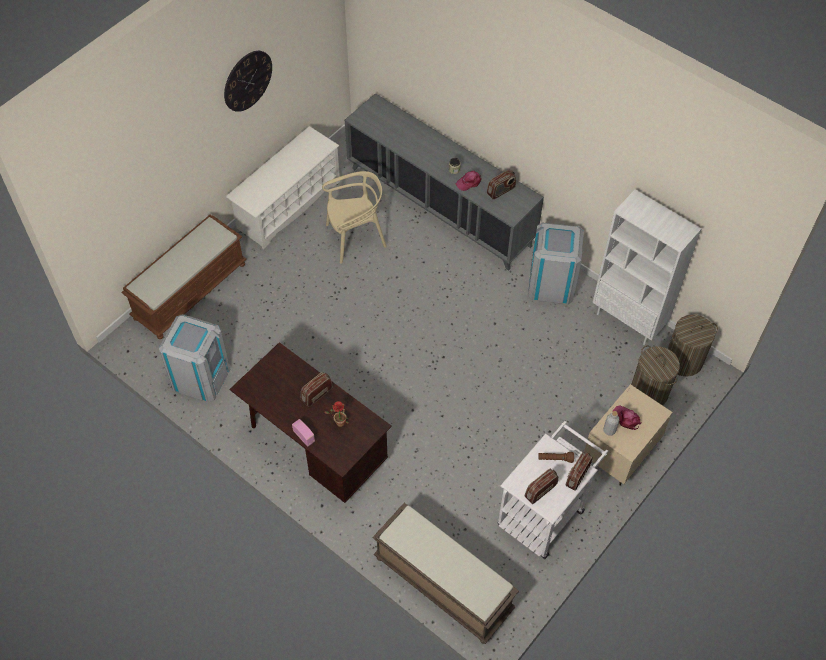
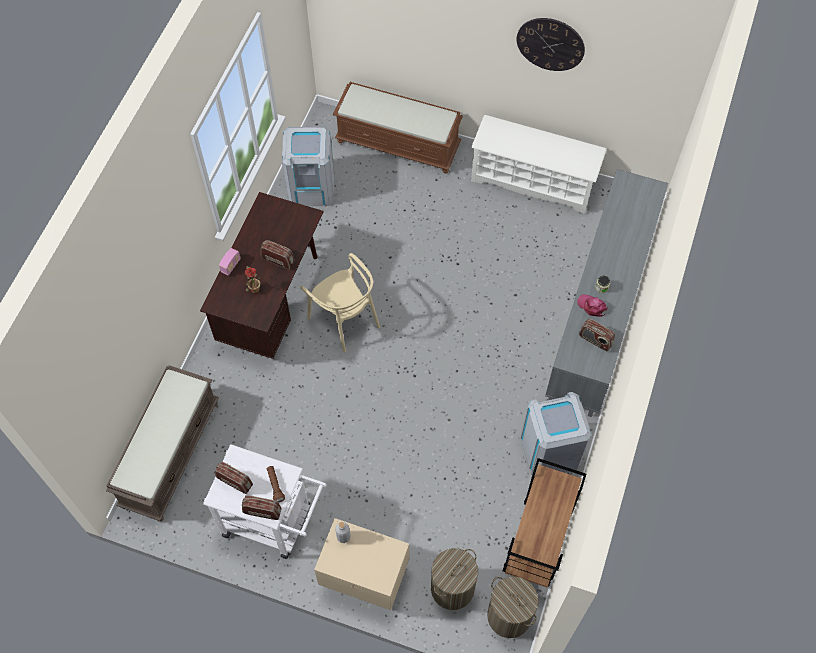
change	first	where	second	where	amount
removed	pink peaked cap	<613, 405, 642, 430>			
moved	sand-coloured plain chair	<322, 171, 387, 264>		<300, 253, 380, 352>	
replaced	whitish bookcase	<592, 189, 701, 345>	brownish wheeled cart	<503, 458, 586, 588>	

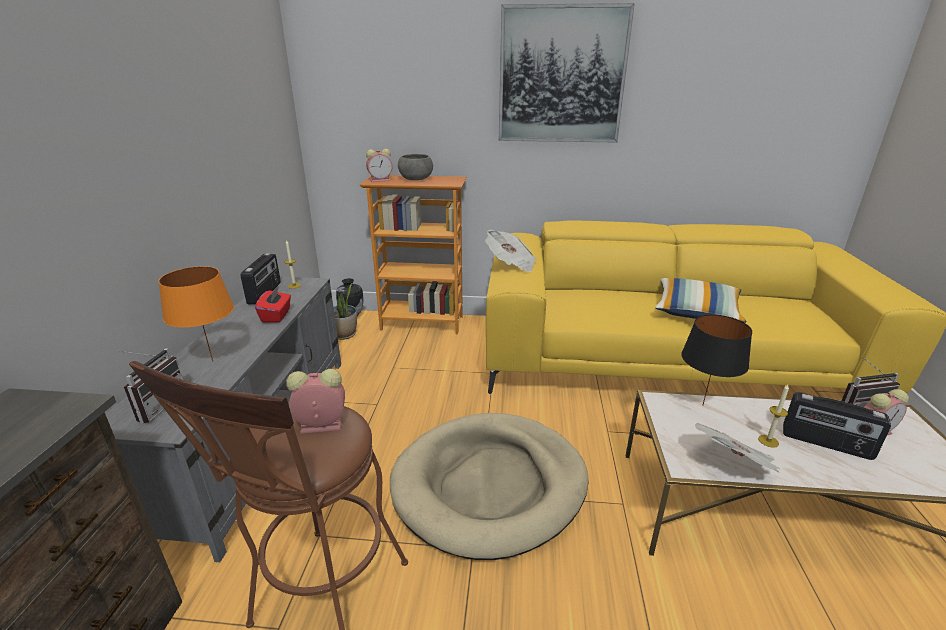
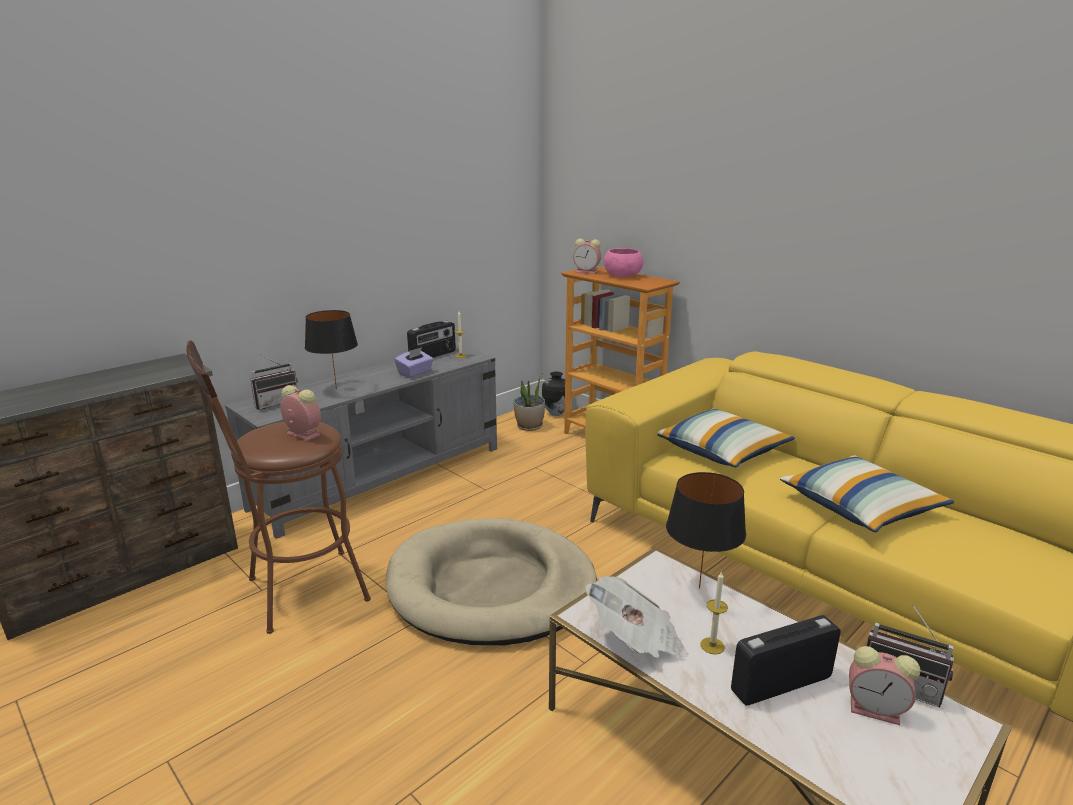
change	first	where	second	where	amount
removed	daily paper	<485, 230, 537, 272>			
removed	wall picture	<499, 3, 635, 142>			
added			pillow	<658, 409, 795, 467>	
recoloured	orange-coloured tabletop lamp	<158, 266, 234, 362>	black tabletop lamp	<305, 310, 358, 390>	
recoloured	red tissue box	<255, 287, 291, 323>	purple tissue box	<394, 347, 434, 378>	
recoloured	greyish serving bowl	<398, 154, 433, 180>	pink serving bowl	<604, 248, 643, 277>	
turned	radio	<783, 392, 891, 460>		<731, 615, 841, 706>	90 degrees clockwise

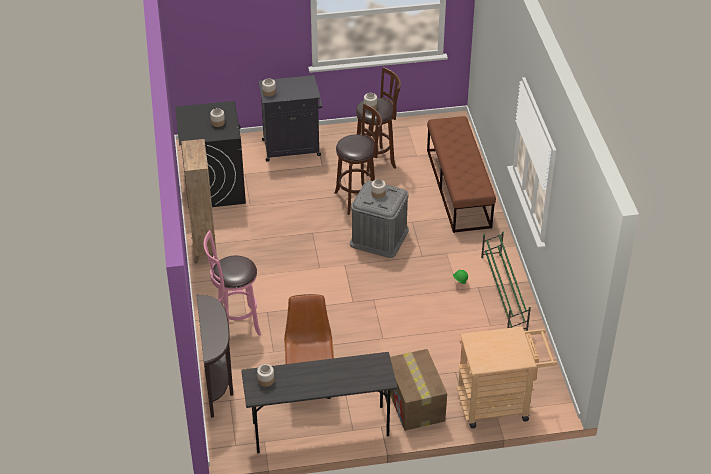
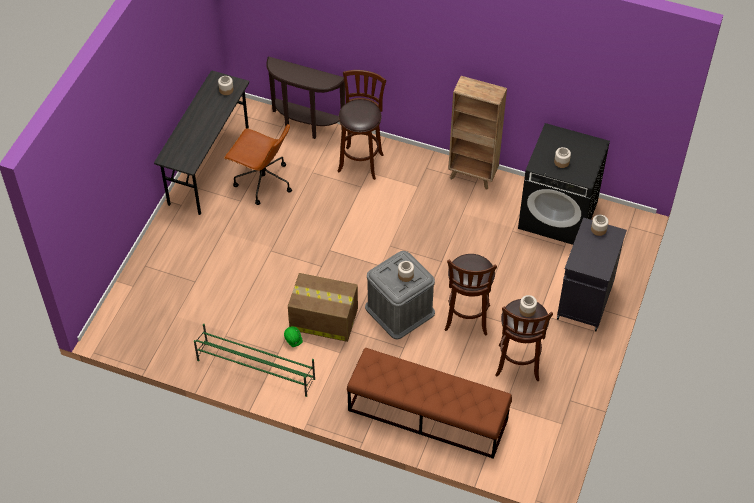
change	first	where	second	where	amount
removed	sand-coloured wheeled cart	<457, 326, 557, 428>			
moved	packing box	<390, 349, 447, 431>		<288, 273, 358, 342>	
recoloured	pink stool seat	<204, 230, 261, 335>	brownish stool seat	<337, 70, 386, 180>	

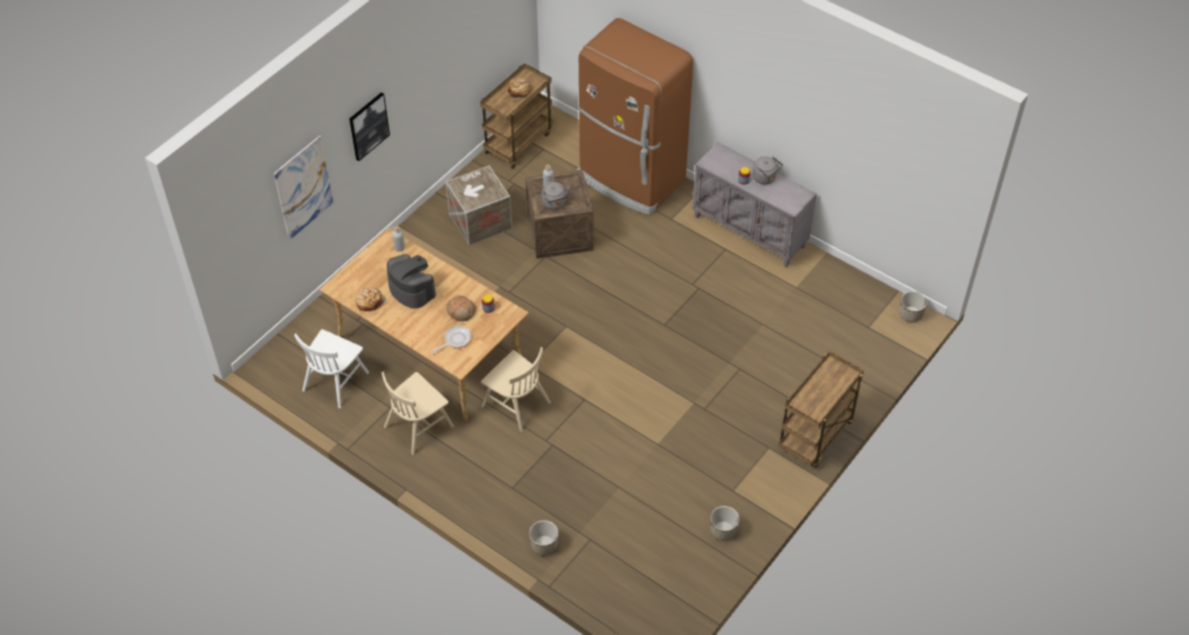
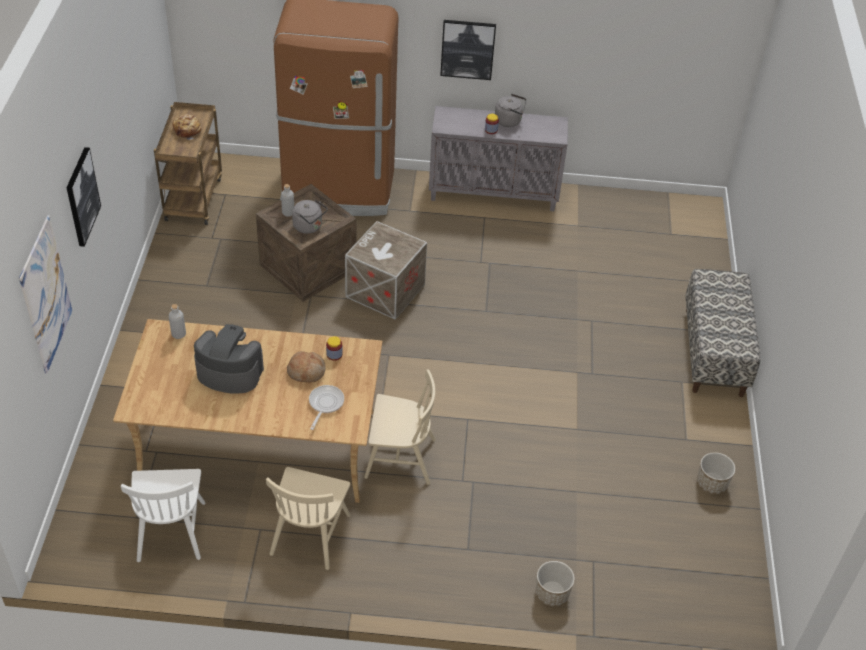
change	first	where	second	where	amount
removed	bakery bread	<355, 288, 387, 312>			
removed	flower pot	<899, 291, 927, 322>			
added			wall picture	<440, 20, 496, 80>	
moved	packing crate	<446, 166, 512, 245>		<345, 221, 427, 320>	
replaced	brownish wheeled cart	<778, 351, 864, 467>	long seat	<685, 269, 760, 397>	

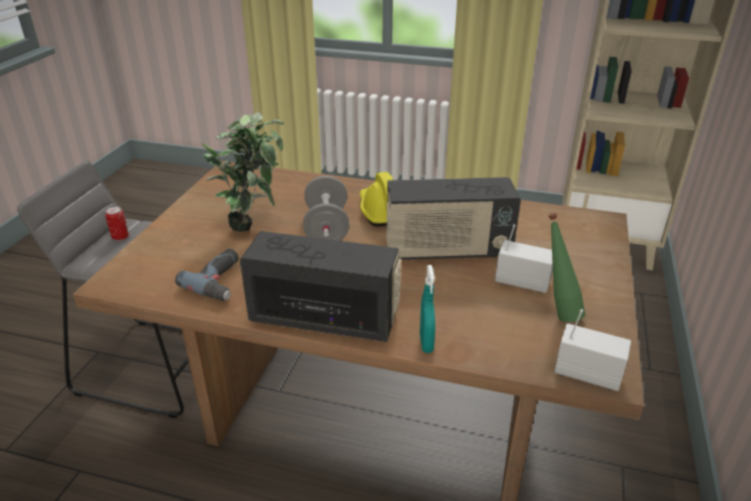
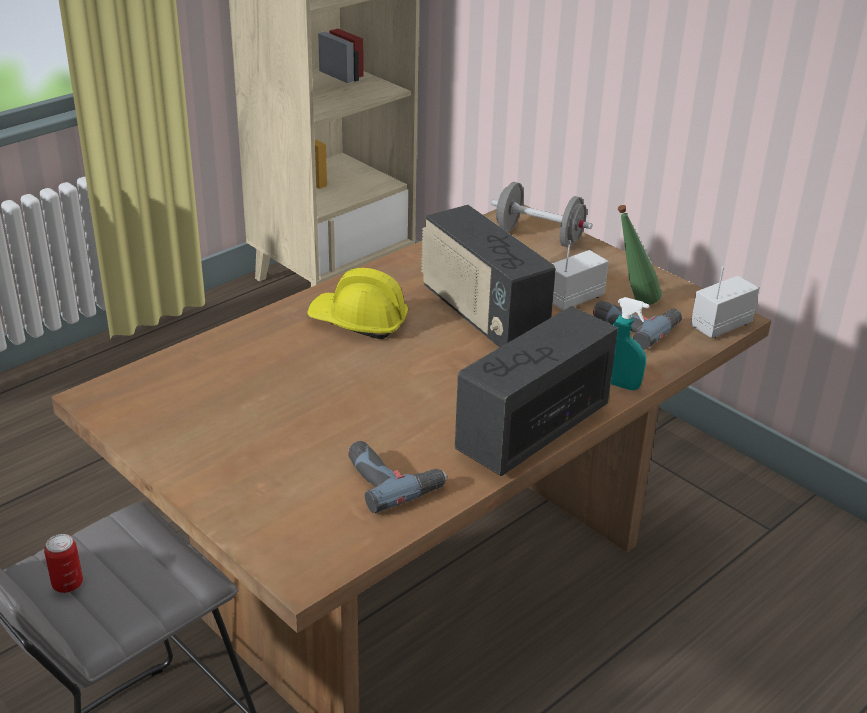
change	first	where	second	where	amount
removed	potted plant	<202, 112, 284, 232>			
added			electric drill	<593, 301, 682, 350>	
moved	greyish dumbbell	<303, 176, 349, 241>		<491, 182, 592, 247>	
turned	radio	<386, 177, 521, 261>		<421, 205, 556, 347>	120 degrees clockwise

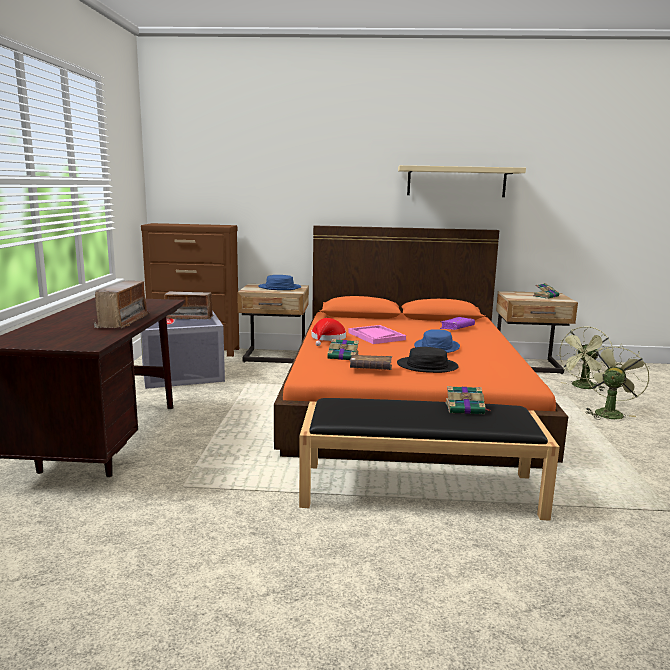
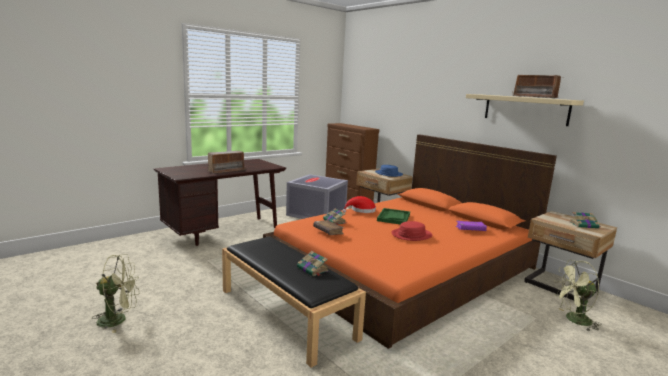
change	first	where	second	where	amount
removed	black hat	<397, 347, 459, 373>			
moved	radio	<165, 291, 213, 320>		<512, 75, 561, 98>	
moved	green cooling fan	<585, 345, 650, 420>		<92, 254, 139, 333>	
recoloured	pink carrying tray	<348, 325, 406, 344>	green carrying tray	<377, 208, 410, 224>	
recoloured	blue-coloured hat	<414, 329, 460, 353>	red hat	<391, 221, 432, 241>	

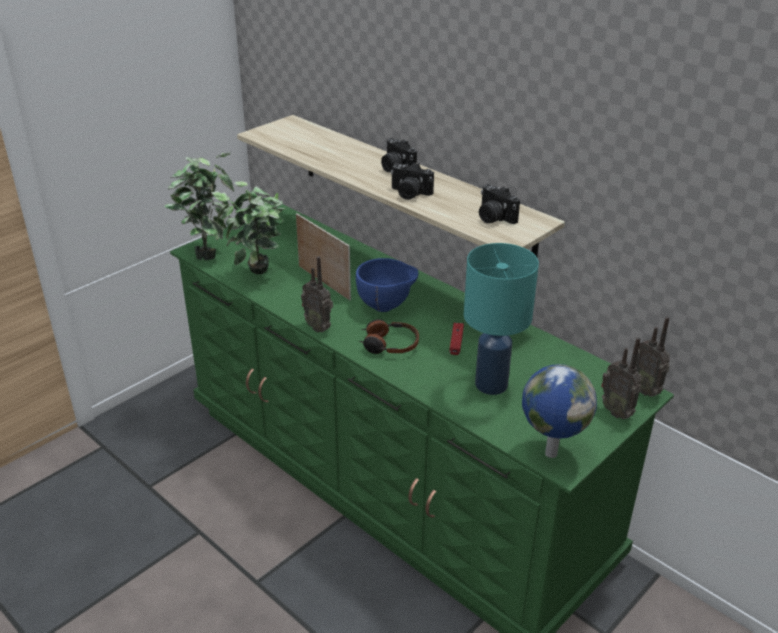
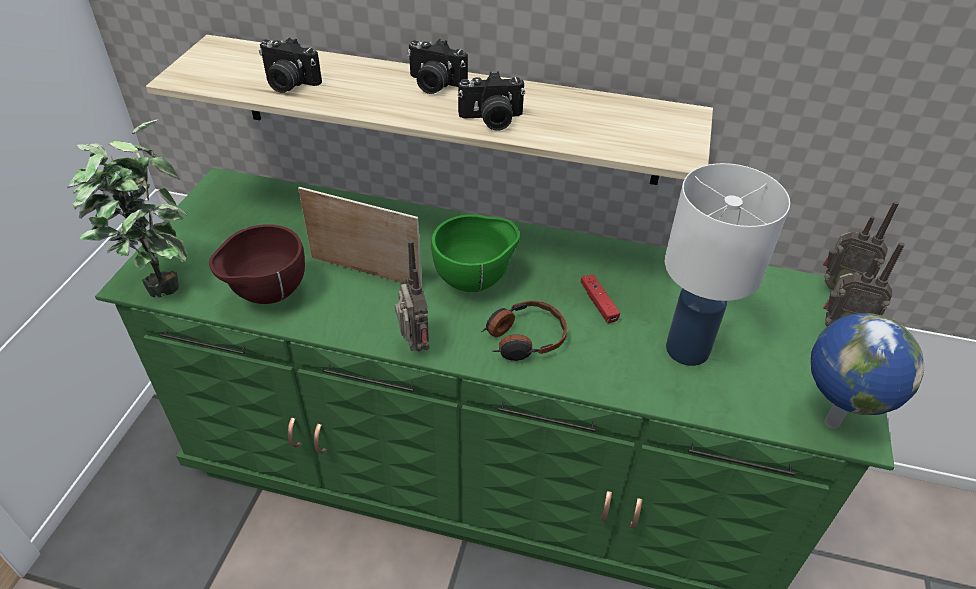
change	first	where	second	where	amount
moved	still camera	<479, 184, 520, 224>		<259, 38, 322, 93>	
replaced	potted plant	<211, 181, 288, 274>	brownish serving bowl	<209, 224, 305, 304>	
recoloured	blue-coloured serving bowl	<356, 258, 418, 312>	green serving bowl	<431, 214, 520, 292>	
recoloured	turquoise tabletop lamp	<464, 243, 539, 395>	whitish tabletop lamp	<664, 163, 790, 366>	
turned	radio	<301, 256, 333, 332>		<395, 240, 429, 351>	120 degrees counterclockwise

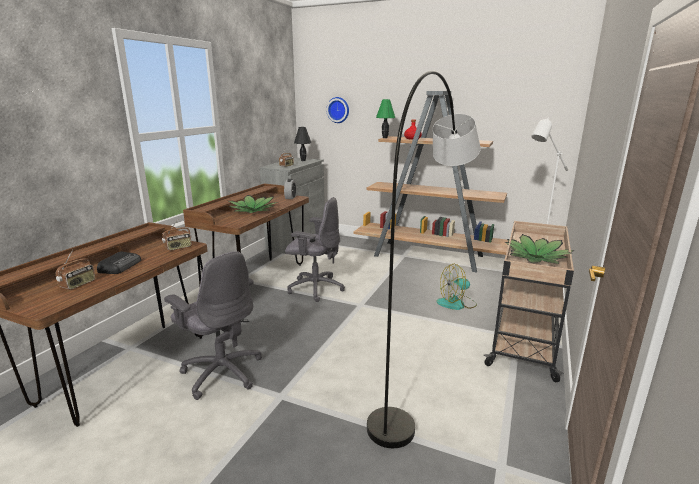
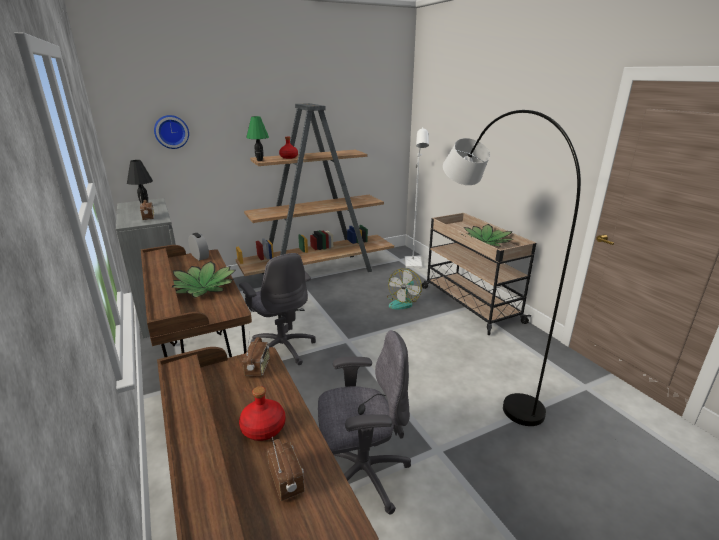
change	first	where	second	where	amount
replaced	radio	<97, 251, 141, 274>	red beverage bottle	<239, 386, 286, 441>	
turned	greyish office chair	<285, 197, 345, 302>		<239, 253, 316, 365>	90 degrees clockwise

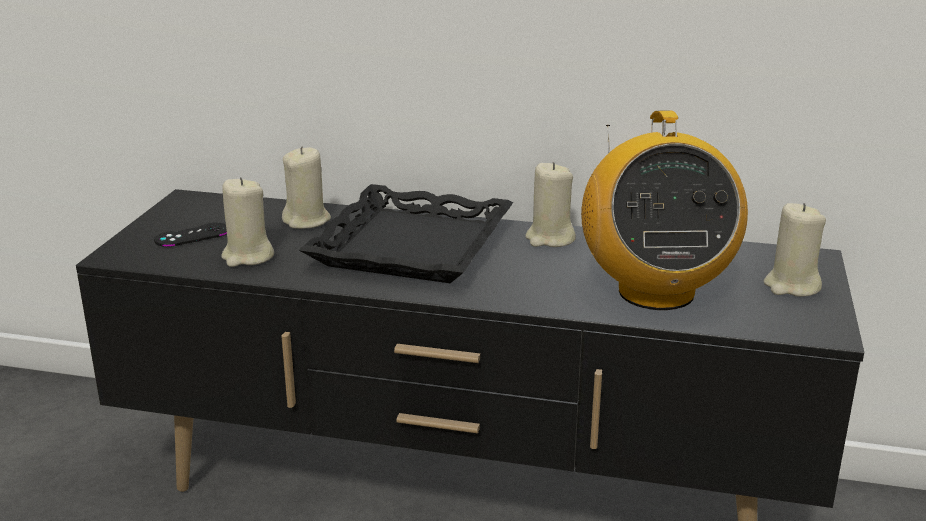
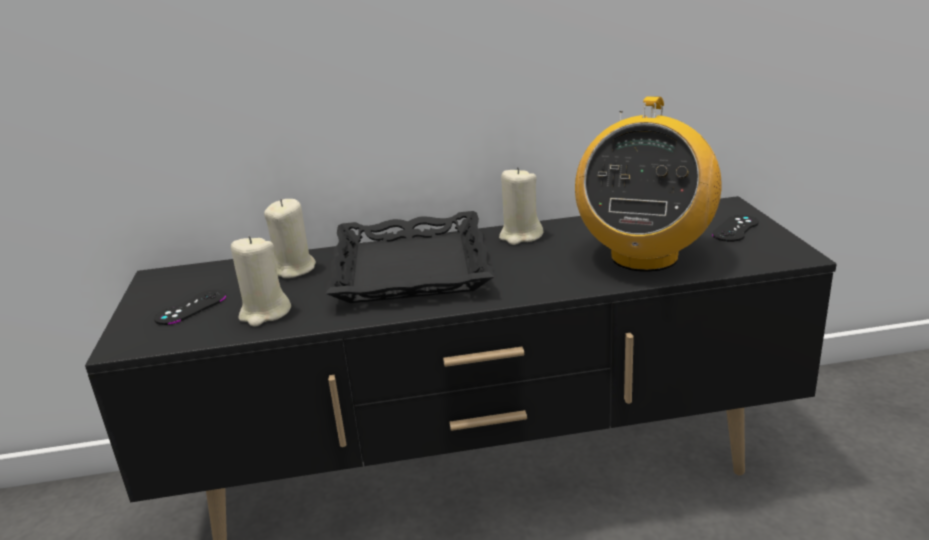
change	first	where	second	where	amount
replaced	sand-coloured wax light	<764, 203, 826, 297>	black gamepad	<712, 215, 759, 242>	
turned	radio	<581, 110, 748, 310>		<575, 96, 722, 272>	45 degrees clockwise

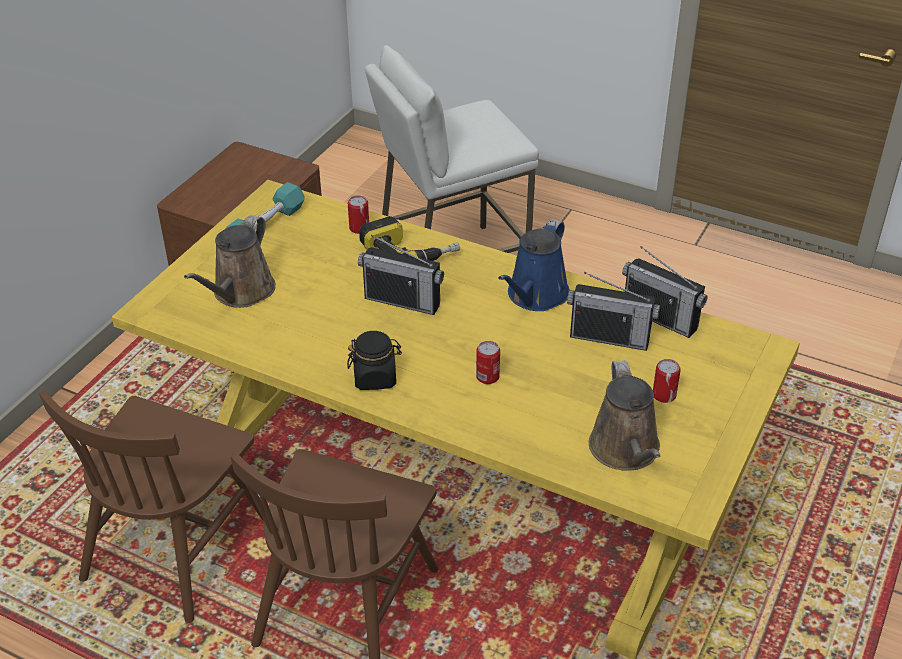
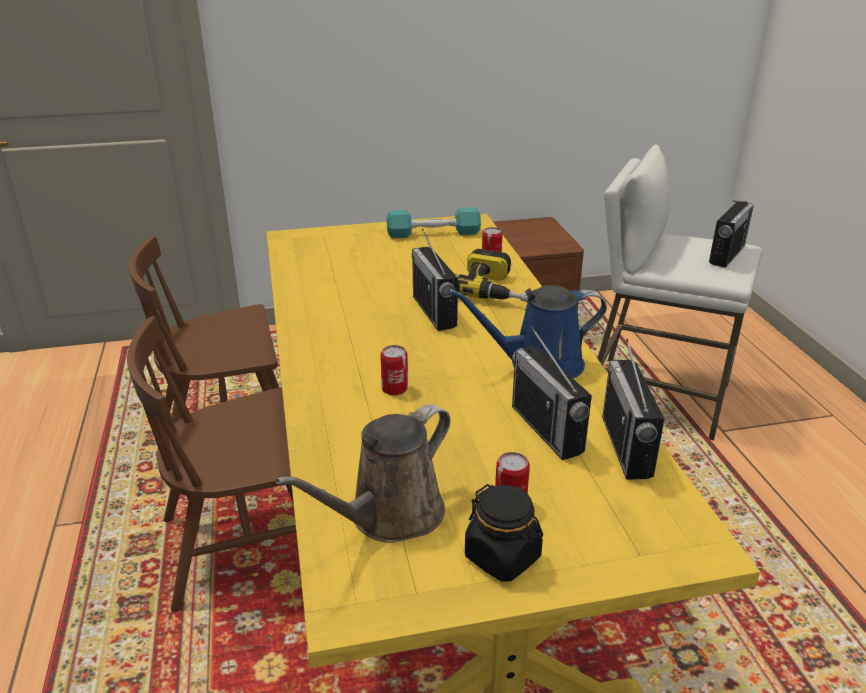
change	first	where	second	where	amount
removed	brownish watering pot	<184, 215, 276, 308>			
added			radio	<709, 201, 754, 268>	
moved	black jar	<347, 331, 402, 390>		<465, 484, 543, 582>	

